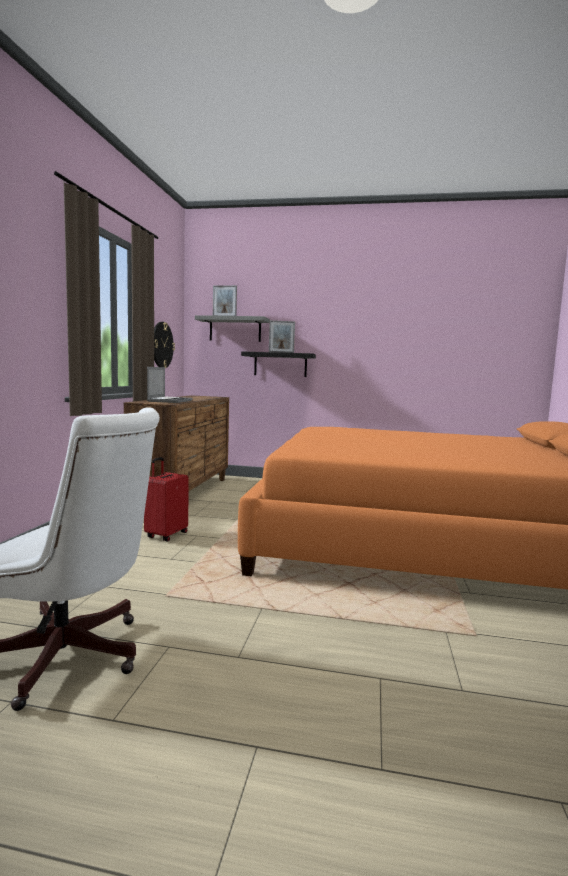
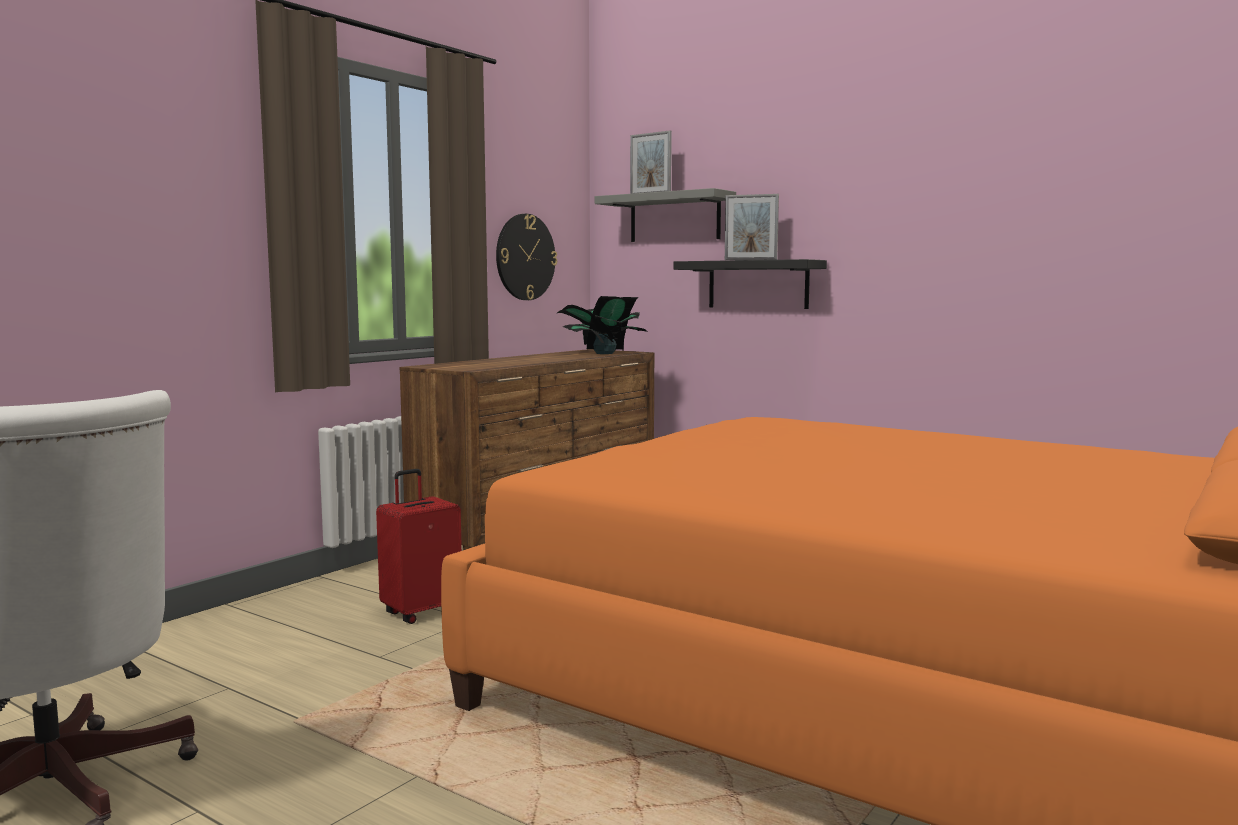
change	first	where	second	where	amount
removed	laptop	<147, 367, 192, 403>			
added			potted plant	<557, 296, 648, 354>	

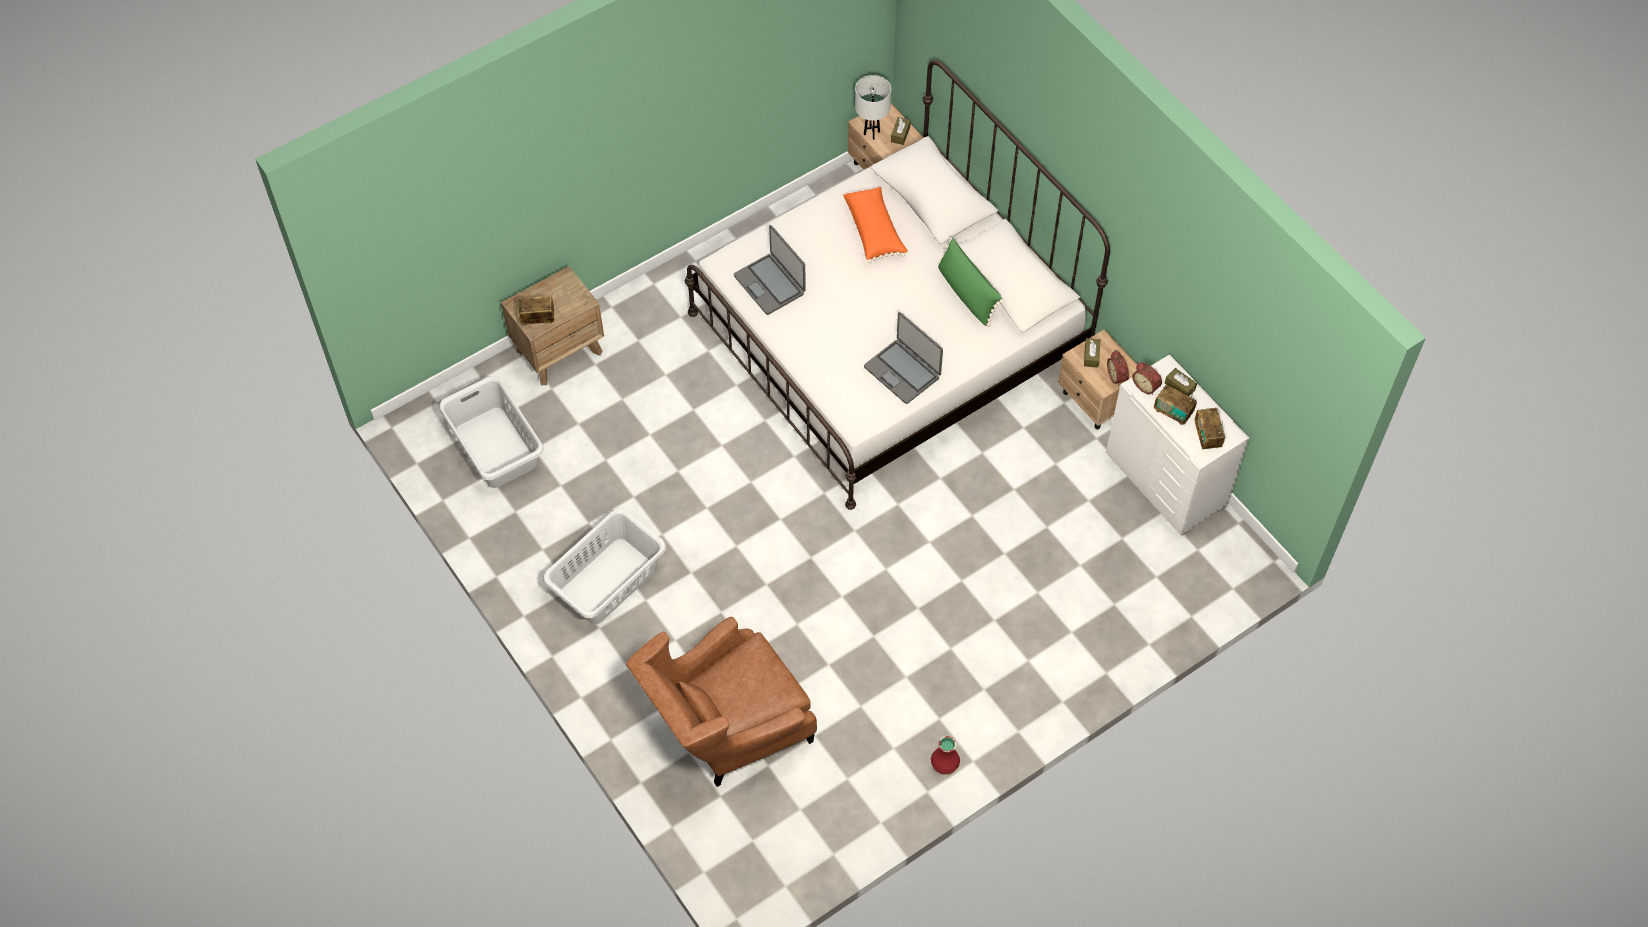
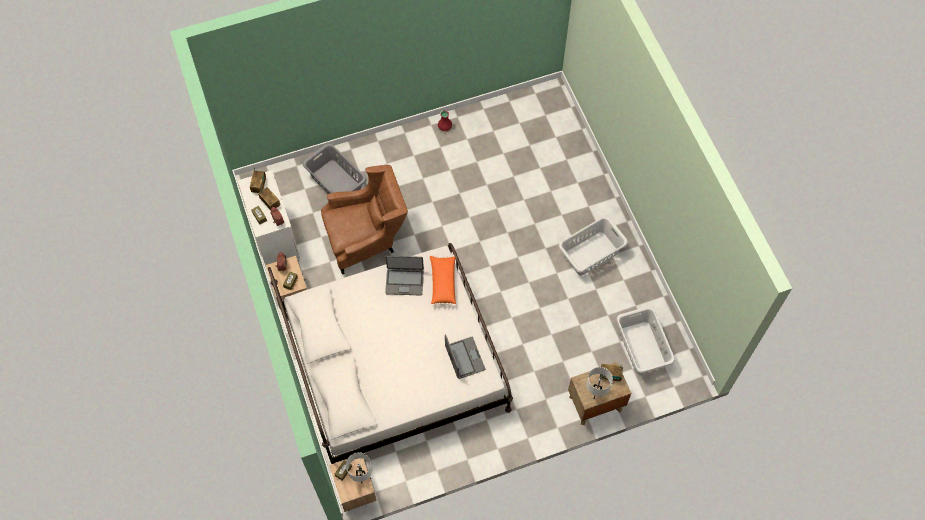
change	first	where	second	where	amount
removed	green pillow	<938, 237, 1004, 327>			
added			greyish washing basket	<303, 144, 367, 194>	
added			whitish tabletop lamp	<587, 367, 613, 398>	
moved	brownish armchair	<626, 617, 817, 787>		<321, 165, 408, 274>	
moved	orange-coloured pillow	<843, 186, 908, 263>		<430, 255, 456, 306>	
turned	laptop	<864, 312, 943, 404>		<385, 256, 424, 296>	120 degrees clockwise

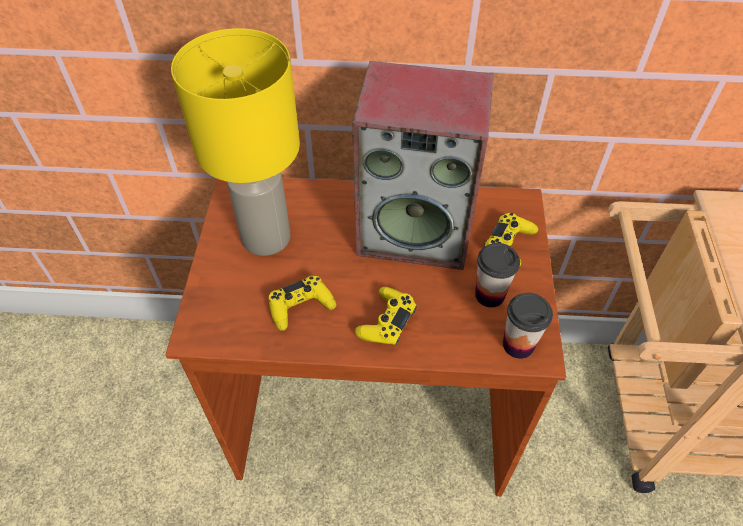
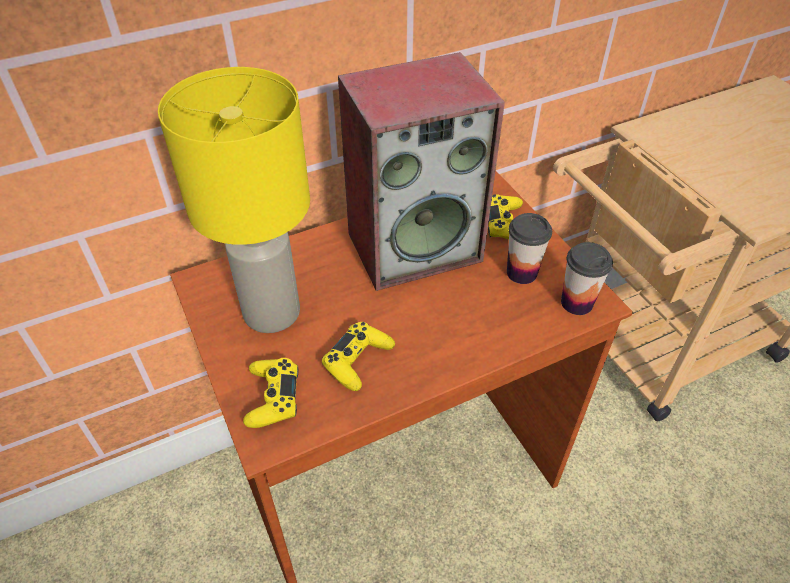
change	first	where	second	where	amount
moved	yellow-coloured gamepad	<355, 287, 417, 345>		<243, 358, 298, 428>	

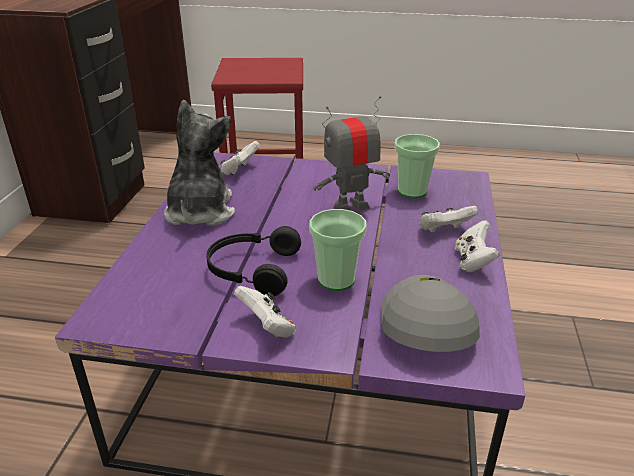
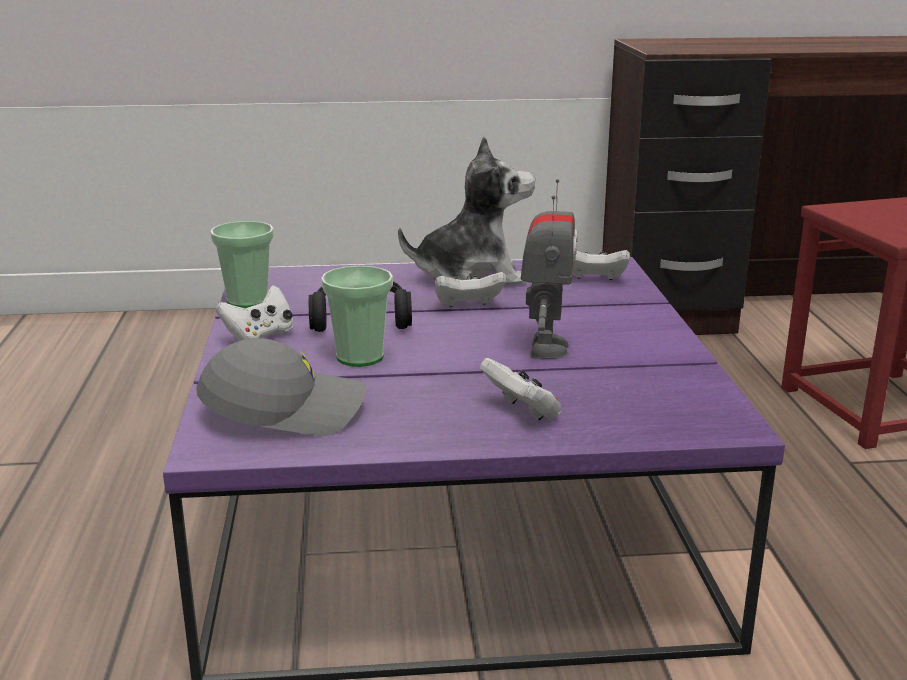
change	first	where	second	where	amount
moved	small cup	<394, 134, 440, 198>		<210, 221, 274, 308>	
moved	whitish gamepad	<455, 221, 500, 272>		<435, 272, 506, 307>	
turned	toy robot	<313, 96, 390, 211>		<521, 179, 578, 359>	45 degrees clockwise

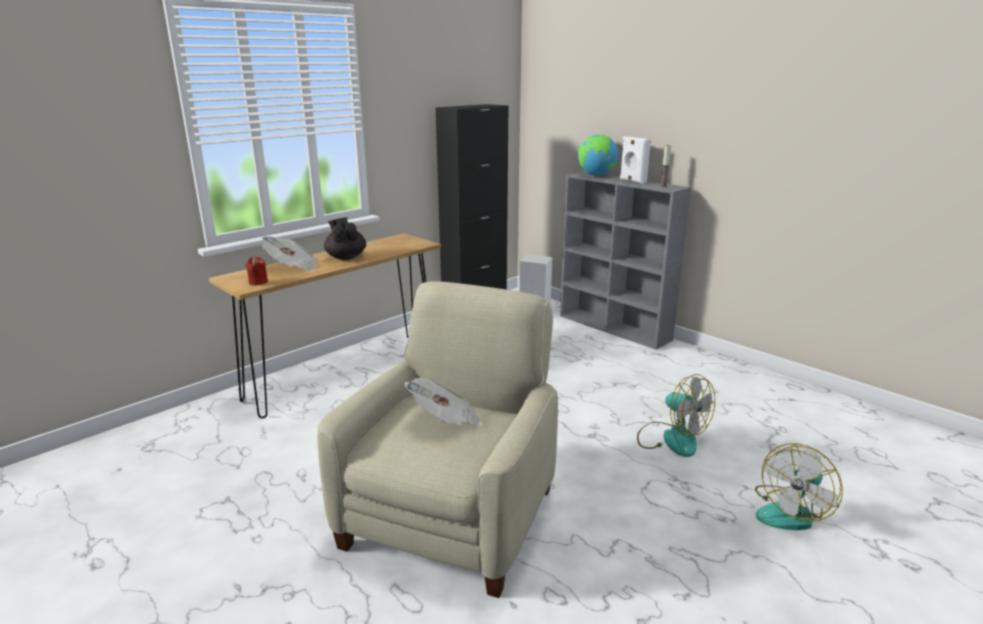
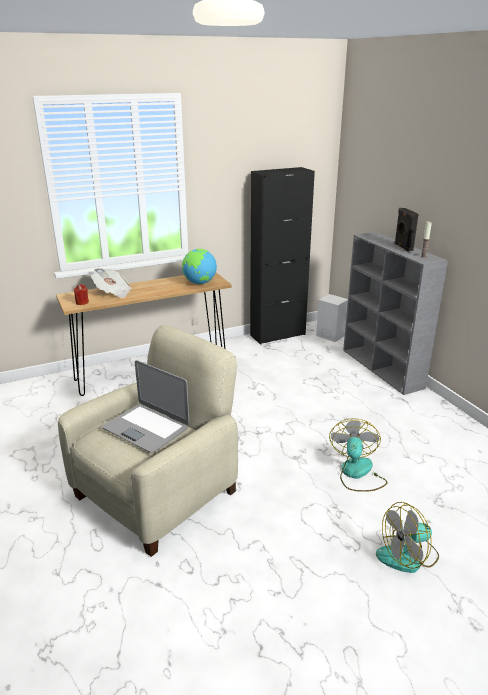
change	first	where	second	where	amount
removed	black tea pot	<324, 217, 366, 260>			
moved	globe	<578, 134, 618, 176>		<182, 249, 217, 284>	
replaced	daily paper	<404, 378, 483, 426>	laptop	<102, 360, 189, 453>	
recoloured	whitish loudspeaker	<620, 136, 651, 184>	black loudspeaker	<394, 208, 418, 252>	
turned	cooling fan	<637, 374, 715, 457>		<329, 418, 387, 492>	150 degrees counterclockwise

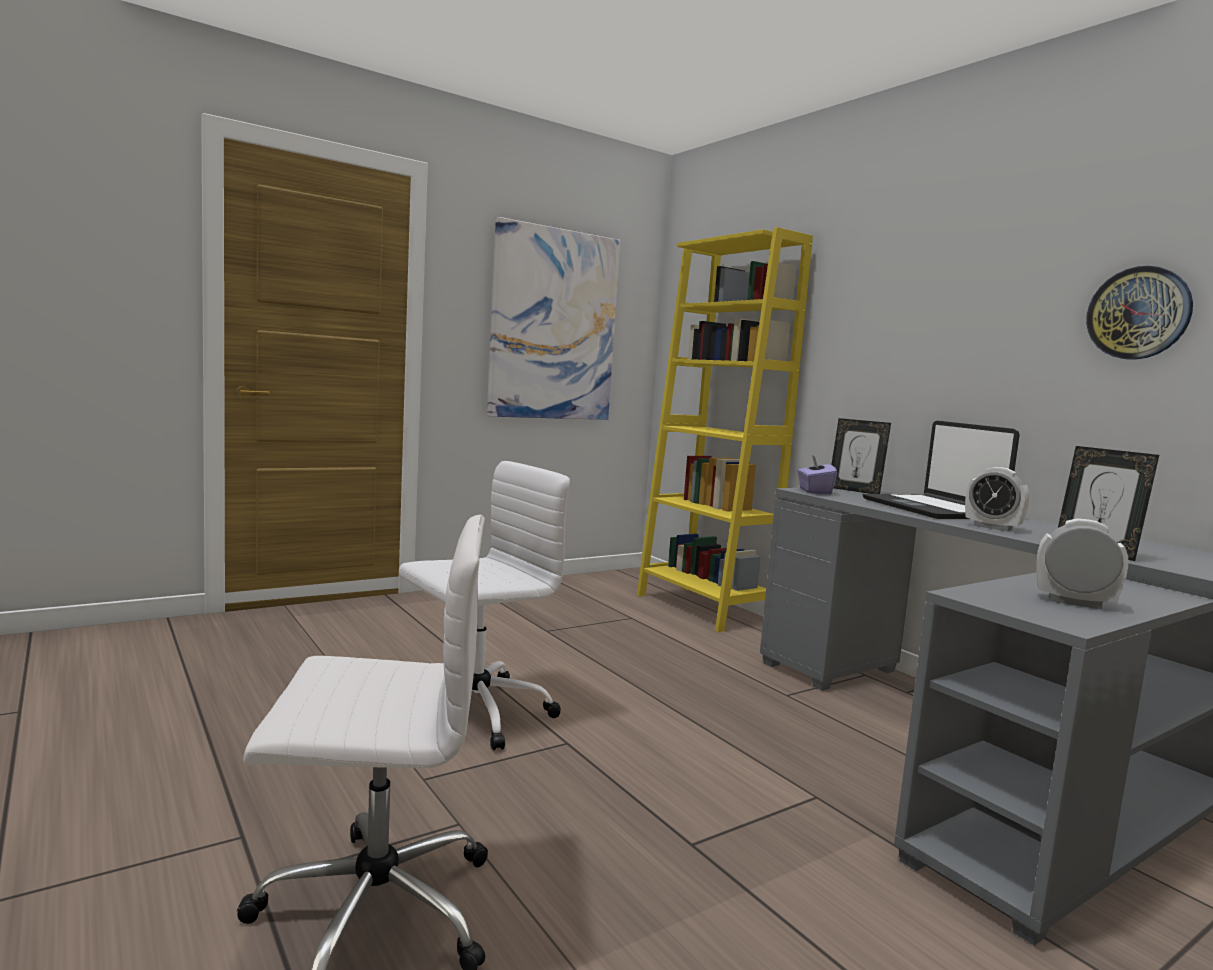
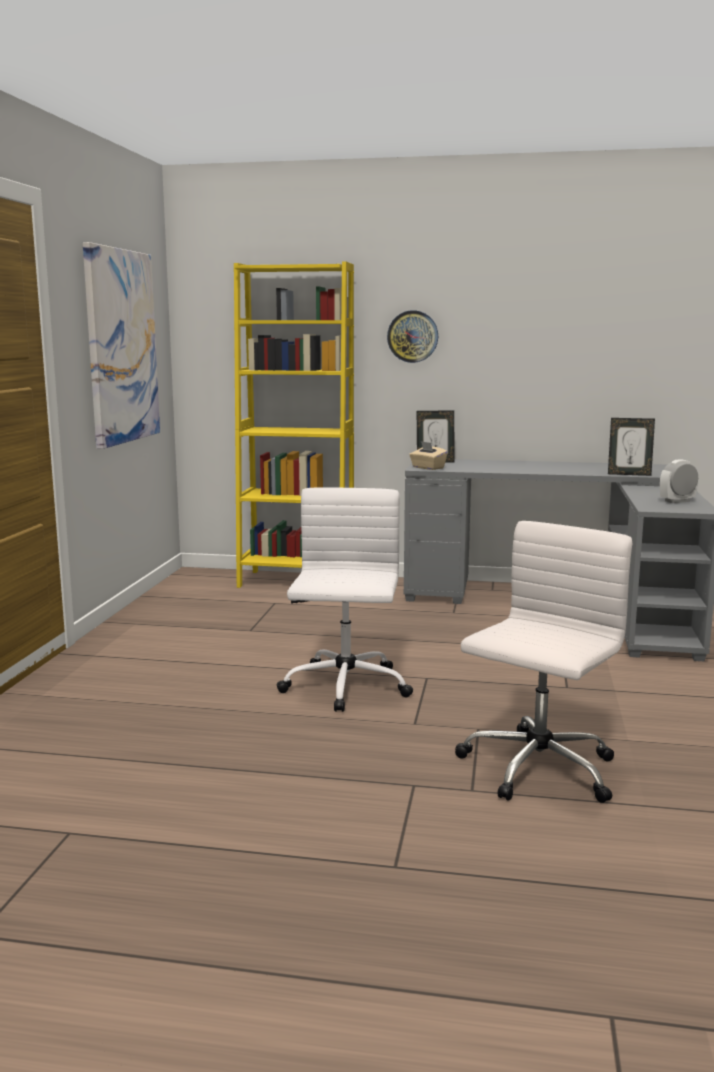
change	first	where	second	where	amount
removed	laptop	<863, 421, 1020, 519>			
removed	table clock	<965, 467, 1029, 531>			
moved	wall clock	<1086, 266, 1193, 360>		<387, 310, 438, 363>	
recoloured	purple tissue box	<798, 455, 837, 495>	sand-coloured tissue box	<409, 441, 448, 470>	

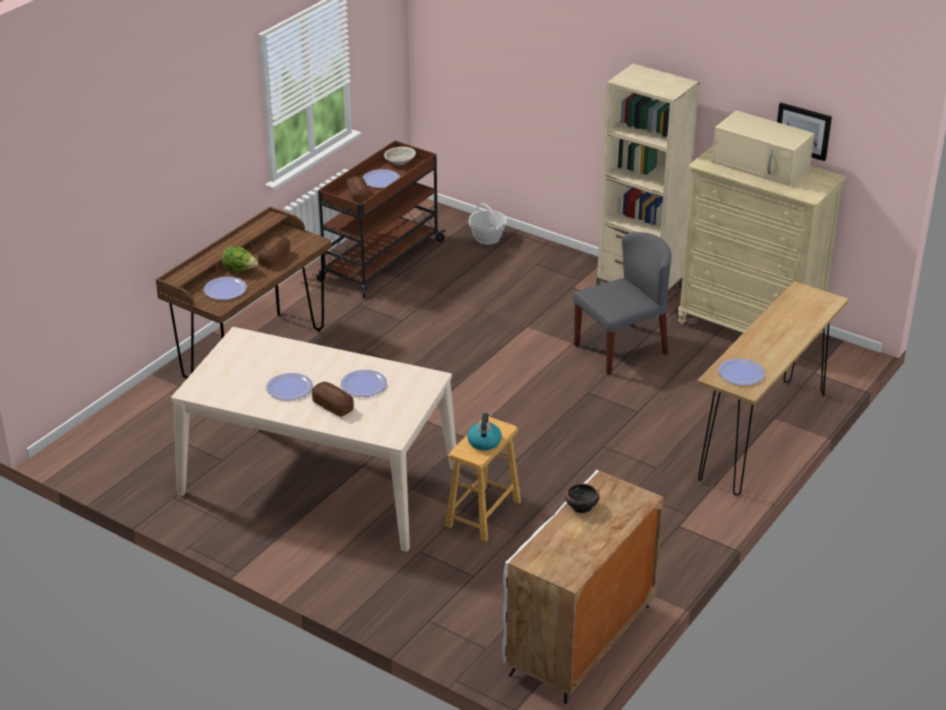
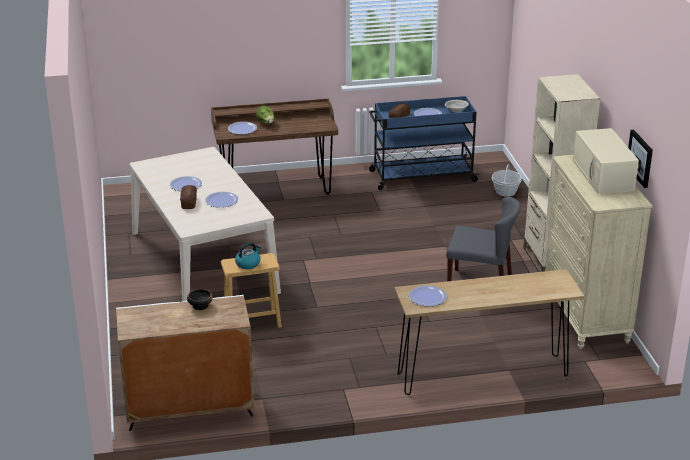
change	first	where	second	where	amount
removed	bakery bread	<258, 236, 290, 267>			
recoloured	brownish wheeled cart	<316, 141, 446, 298>	blue-coloured wheeled cart	<369, 96, 479, 190>	

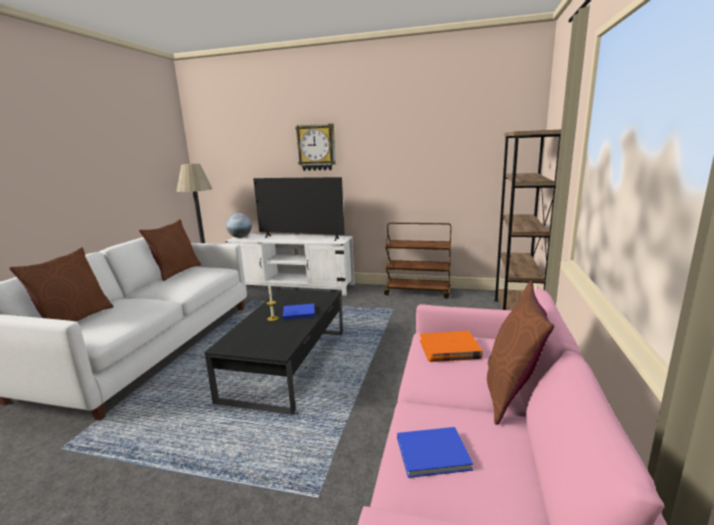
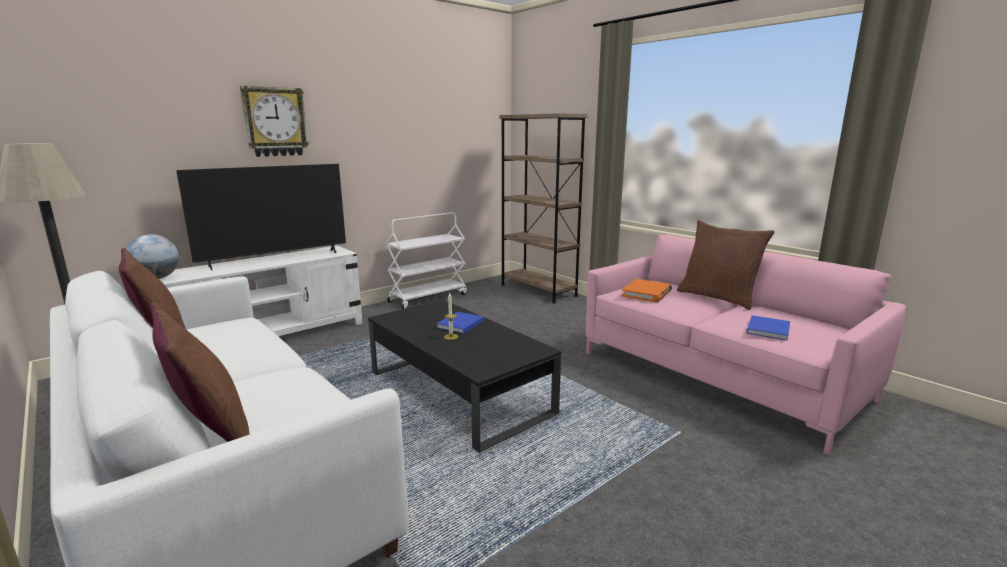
change	first	where	second	where	amount
recoloured	brownish wheeled cart	<384, 223, 451, 299>	whitish wheeled cart	<386, 212, 467, 309>	

